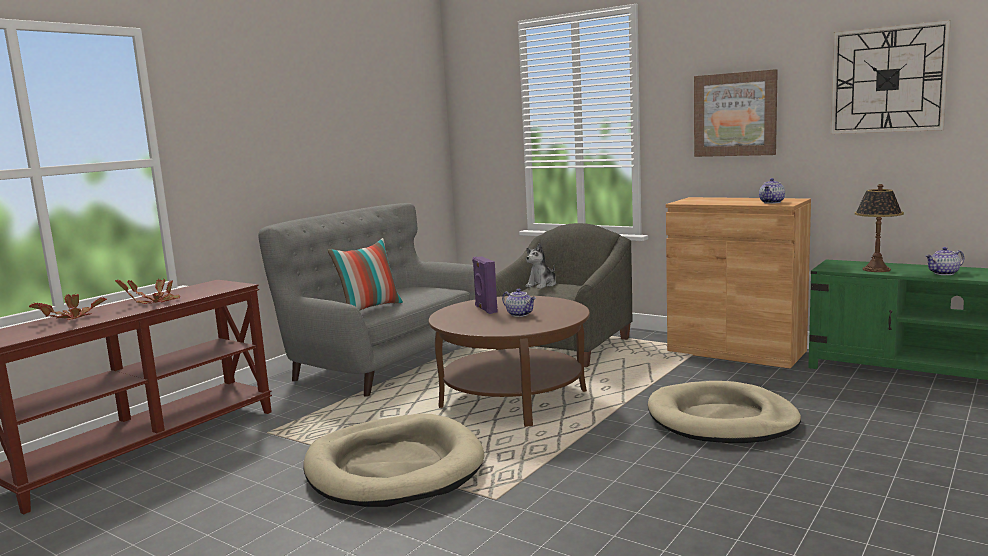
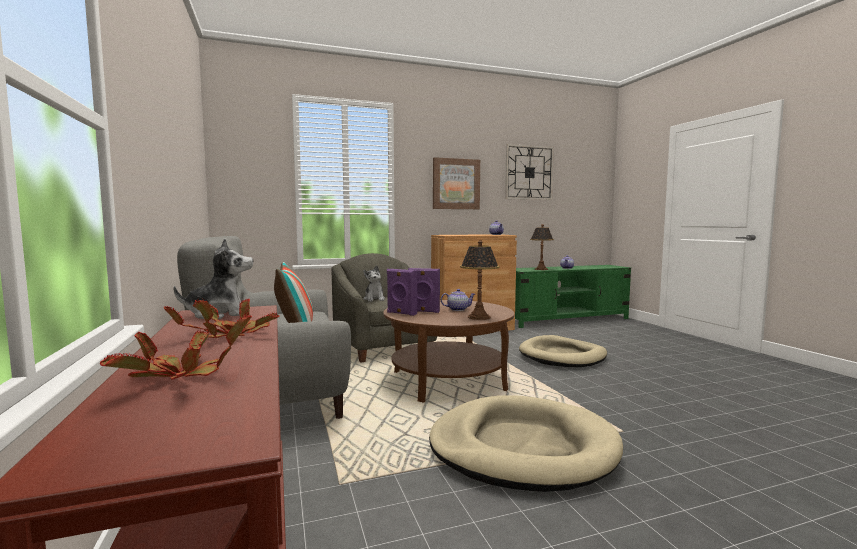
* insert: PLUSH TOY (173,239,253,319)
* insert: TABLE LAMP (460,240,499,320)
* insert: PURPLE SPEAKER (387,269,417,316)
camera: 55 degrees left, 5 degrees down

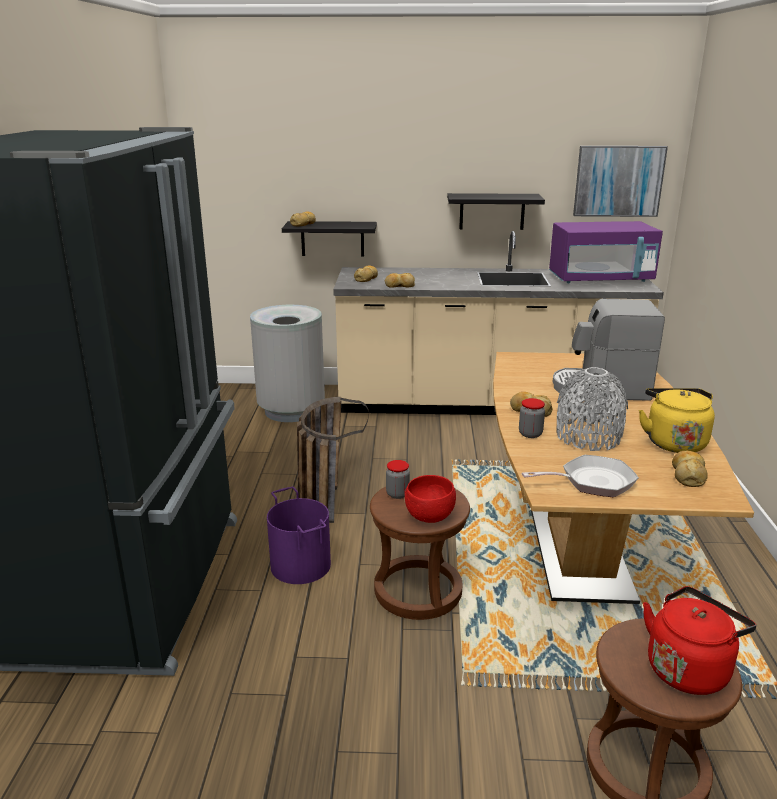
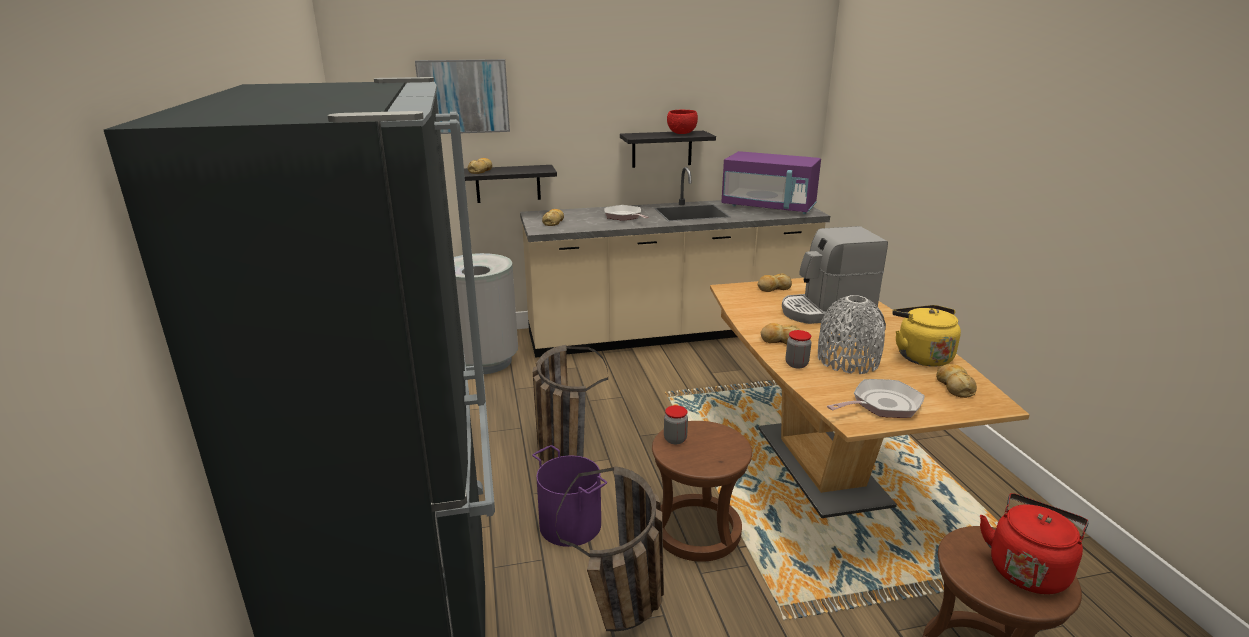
* move: PICTURE (573,146,668,217) to (415,59,510,134)
* rotate: PURPLE MICROWAVE (549,221,663,283) = (721,151,821,214) 45 degrees clockwise
* move: BREAD (385,273,415,288) to (758,273,792,292)
* move: RED BOWL (405,475,456,523) to (667,110,698,134)
* insert: FRYING PAN (604,205,649,221)
* insert: BASKET (556,466,664,632)
camera: 15 degrees left, 0 degrees up

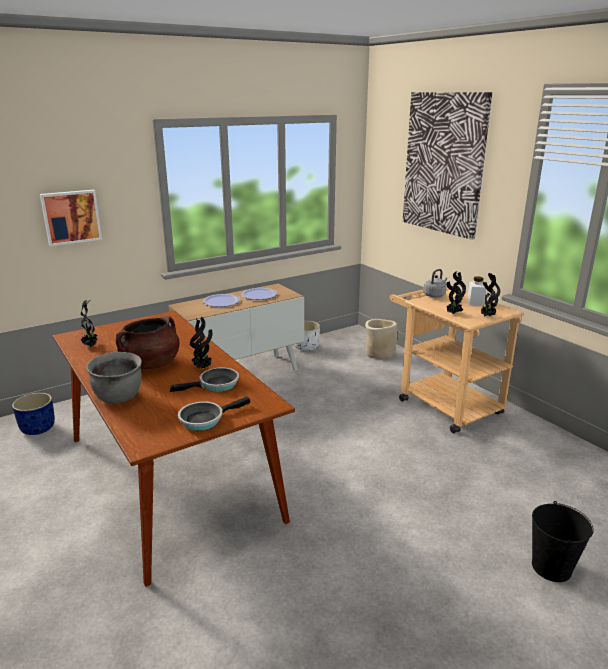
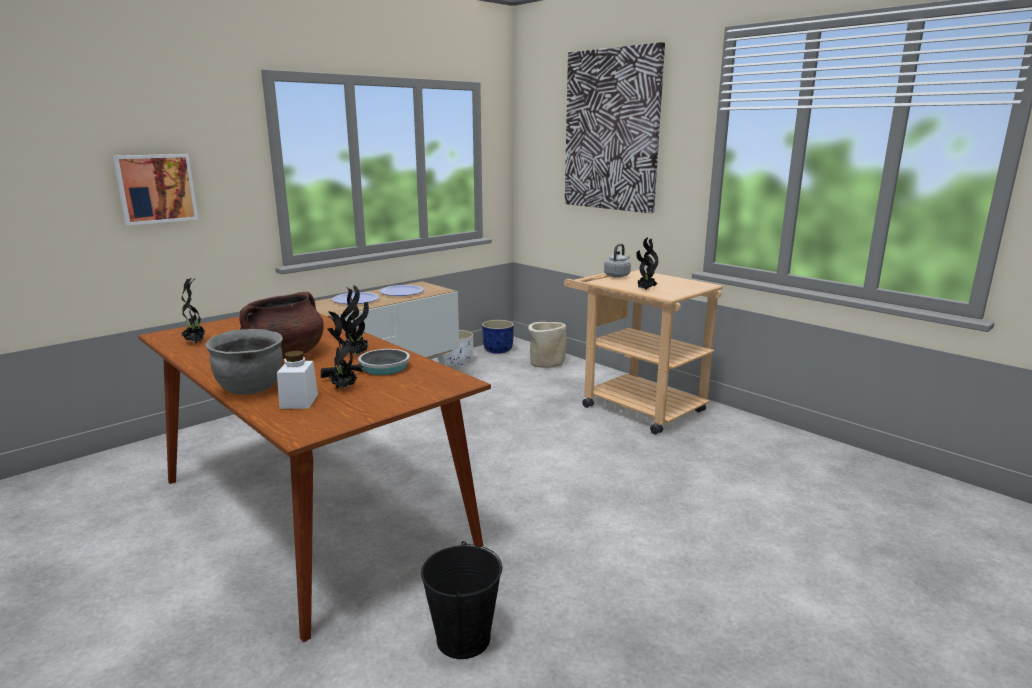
* move: POTTED PLANT (480,273,500,317) to (327,311,357,388)
* move: WHITE JAR (467,276,486,306) to (277,351,318,409)
* move: BLUE PLANTER (12,393,55,435) to (482,320,514,354)
* delete: FRYING PAN (178,397,250,431)
* move: BLACK BUCKET (532,501,594,582) to (421,541,502,659)
camera: 10 degrees left, 5 degrees down

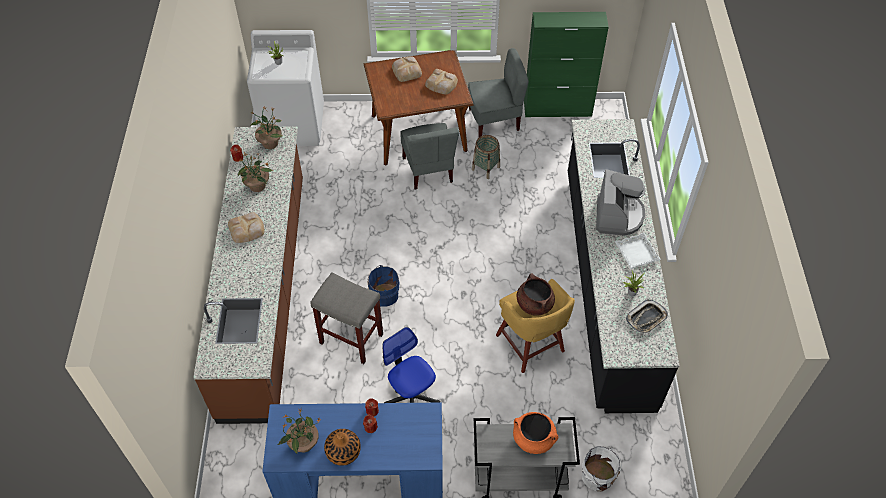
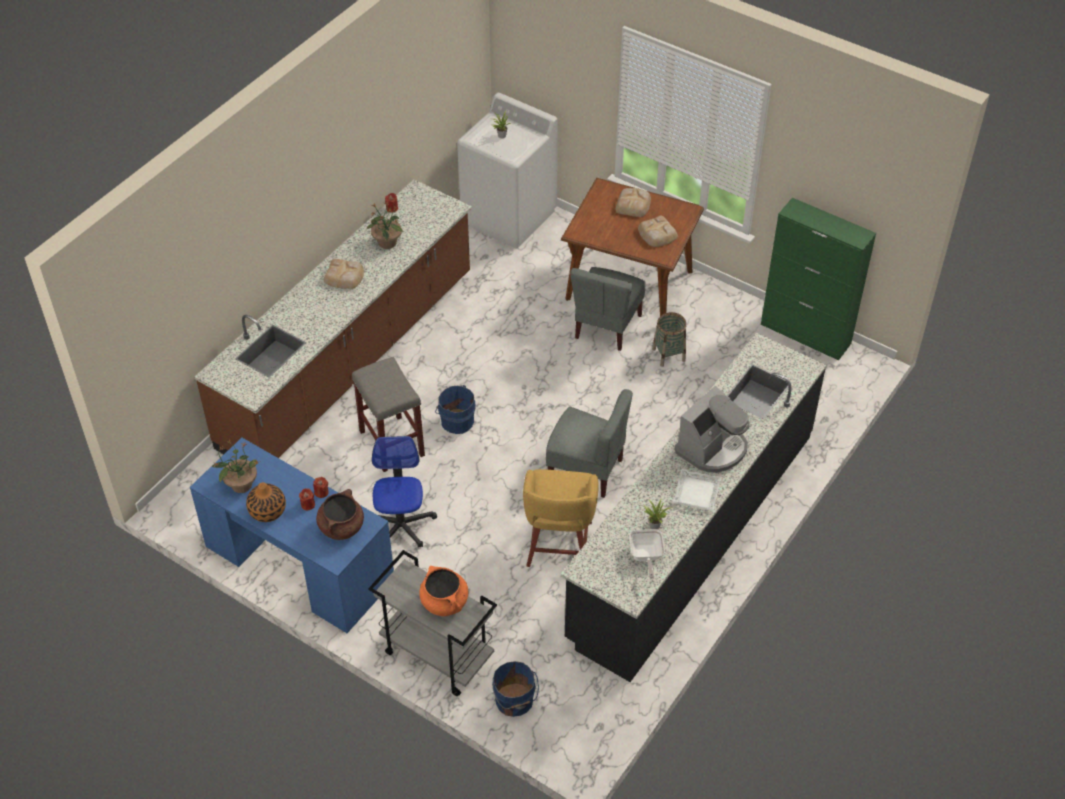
* move: GREY CHAIR (468,48,529,137) to (546,389,633,498)
* delete: POTTED PLANT (250,106,282,149)
* move: BROWN COOKING POT (517,273,555,316) to (316,489,364,540)
* replace: TRAY (626,299,668,334) to FRYING PAN (629,529,665,579)
* recolor: WHITE BUCKET (582,446,622,491) to BLUE BUCKET (492,661,539,717)
camera: 35 degrees right, 5 degrees down

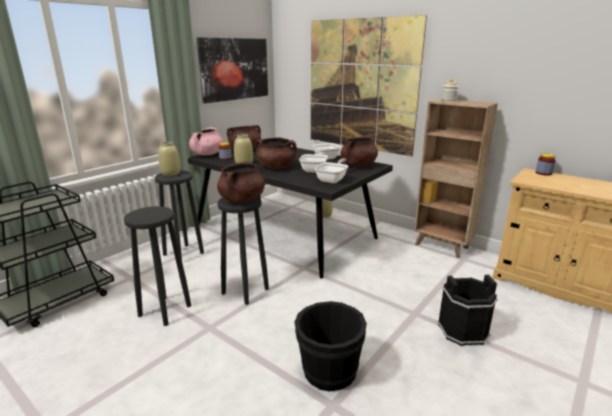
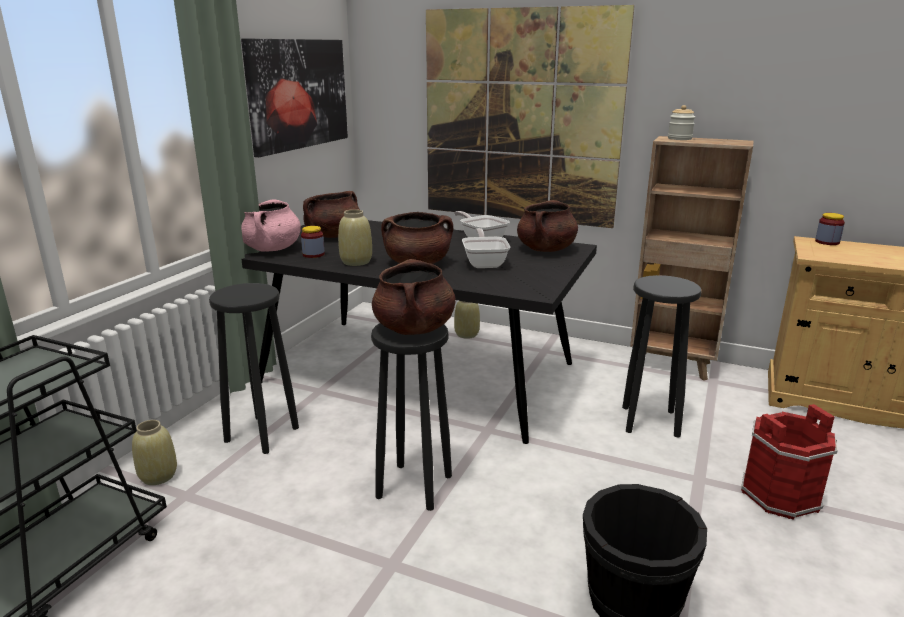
* move: BEIGE VASE (158,142,181,176) to (132,420,177,485)
* delete: FRYING PAN (314,158,348,183)
* move: BLACK STOOL (124,206,191,326) to (622,275,701,437)
* recolor: BLACK BUCKET (437,275,498,346) to RED BUCKET (741,404,838,520)
camera: 15 degrees left, 0 degrees up

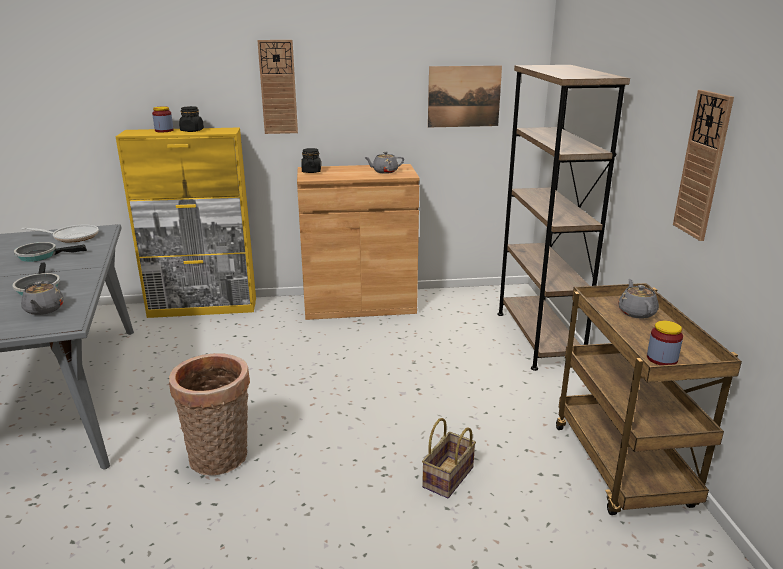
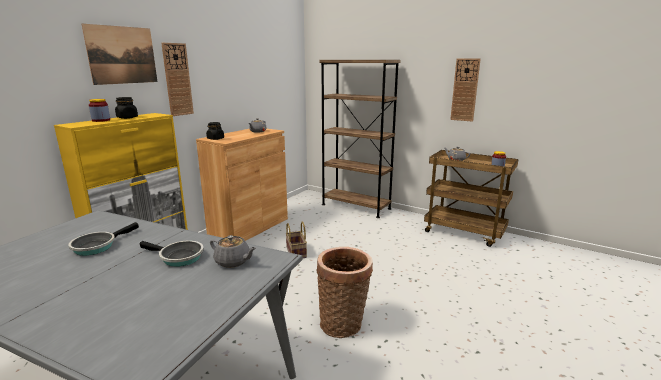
* move: PICTURE (428,66,502,128) to (82,24,158,85)
* delete: FRYING PAN (21,225,99,243)
* move: BASKET (422,418,476,498) to (286,222,307,258)
camera: 50 degrees left, 5 degrees down

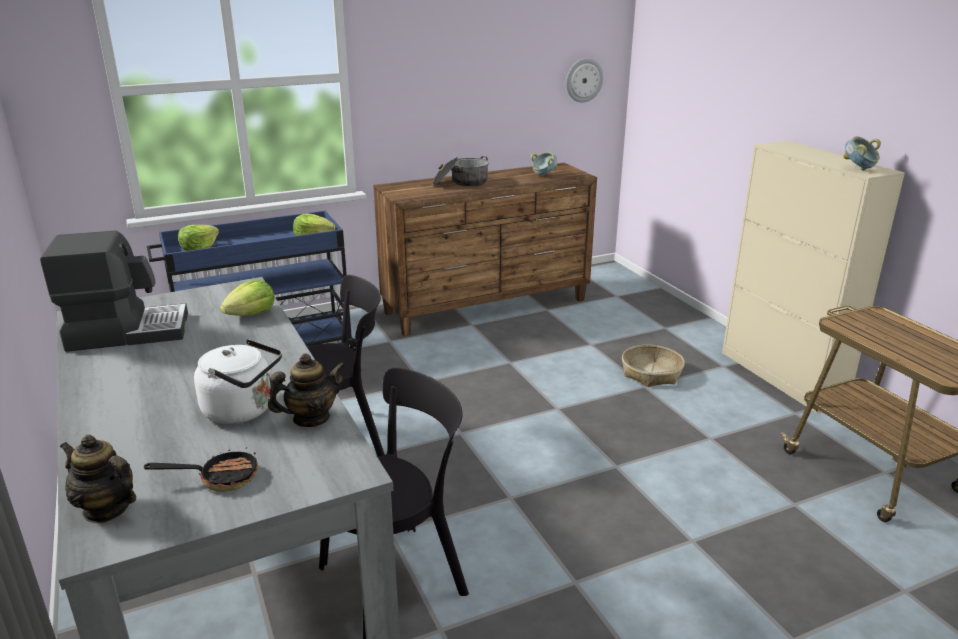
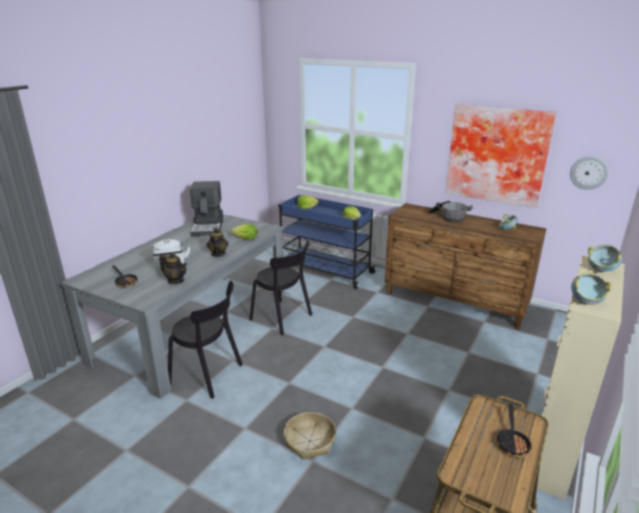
* rotate: COFFEE MACHINE (40,230,188,352) = (190,181,223,237) 45 degrees clockwise
* move: BASKET (622,345,685,387) to (284,412,336,460)
* move: TEAPOT (60,435,136,523) to (206,227,229,257)
* insert: PICTURE (445,104,556,208)
* insert: BOWL (588,245,622,272)
* insert: FRYING PAN (496,404,532,458)
camera: 55 degrees right, 0 degrees up

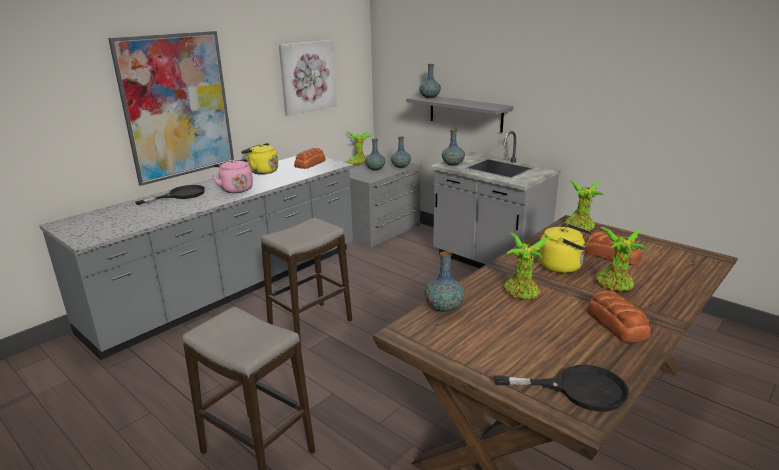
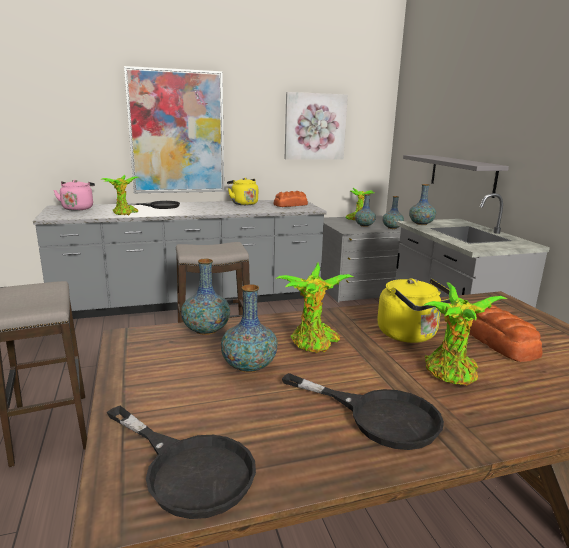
* move: VASE (419,64,441,98) to (221,284,278,373)
* move: PINK KETTLE (212,159,253,193) to (53,180,95,211)
* move: POTTED PLANT (564,180,604,230) to (100,175,139,215)
* replace: BREAD (587,290,651,343) to BLACK FRYING PAN (282,373,444,450)
camera: 30 degrees right, 5 degrees down

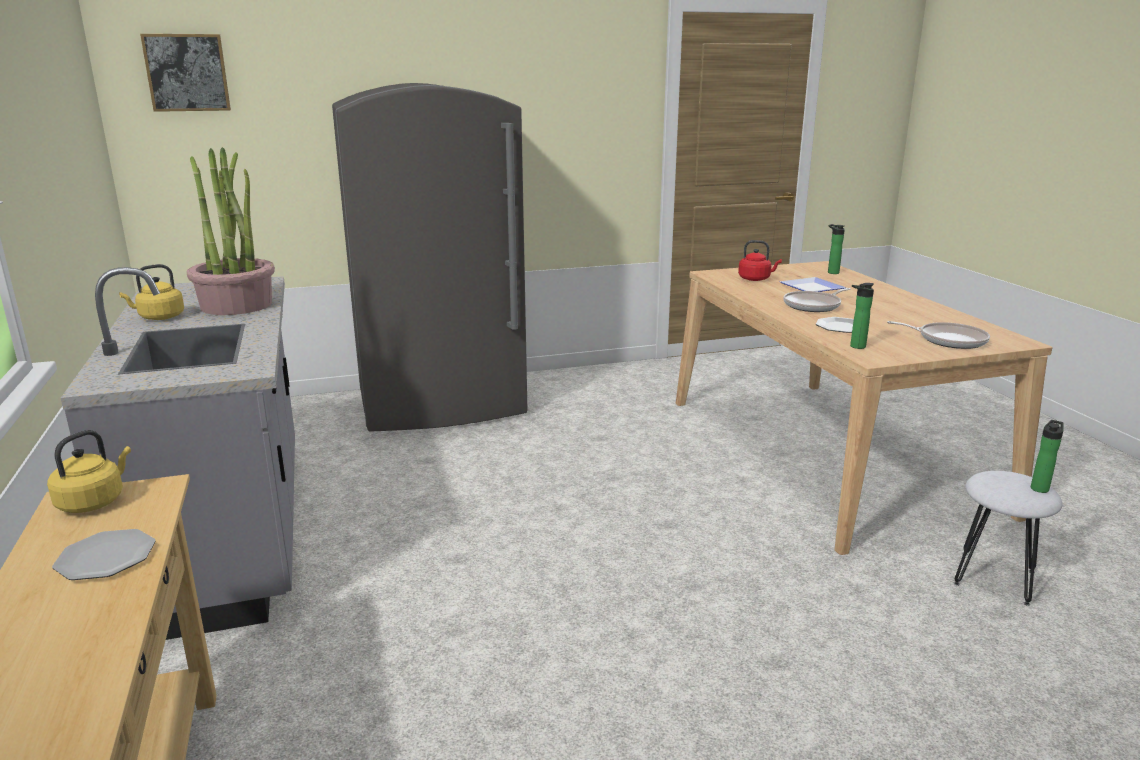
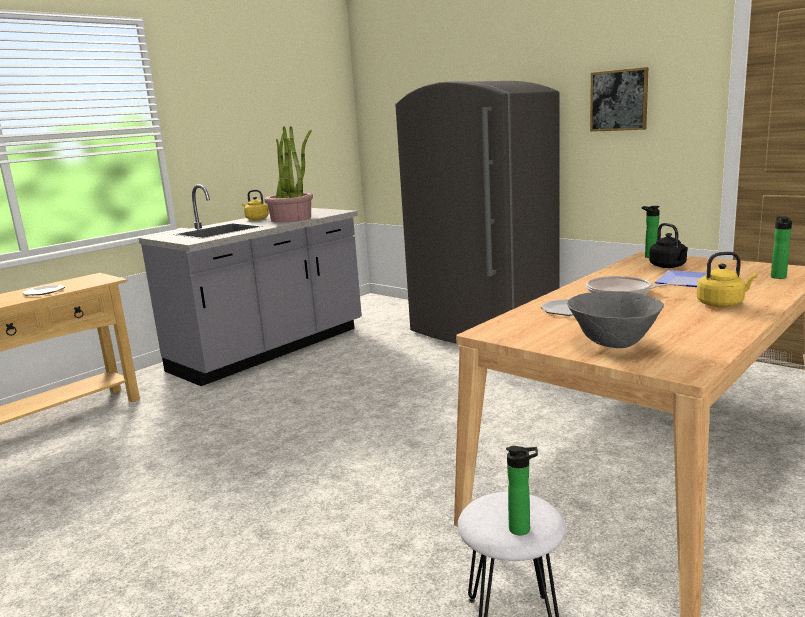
* move: PICTURE (140,34,231,112) to (590,67,648,132)
* recolor: RED KETTLE (738,240,782,281) to BLACK KETTLE (649,223,688,268)
* move: BOTTLE (850,283,874,349) to (641,206,660,258)
* replace: FRYING PAN (887,321,990,349) to GREY BOWL (567,291,664,348)
* move: YELLOW KETTLE (47,430,131,513) to (697,252,758,307)
camera: 60 degrees right, 5 degrees down

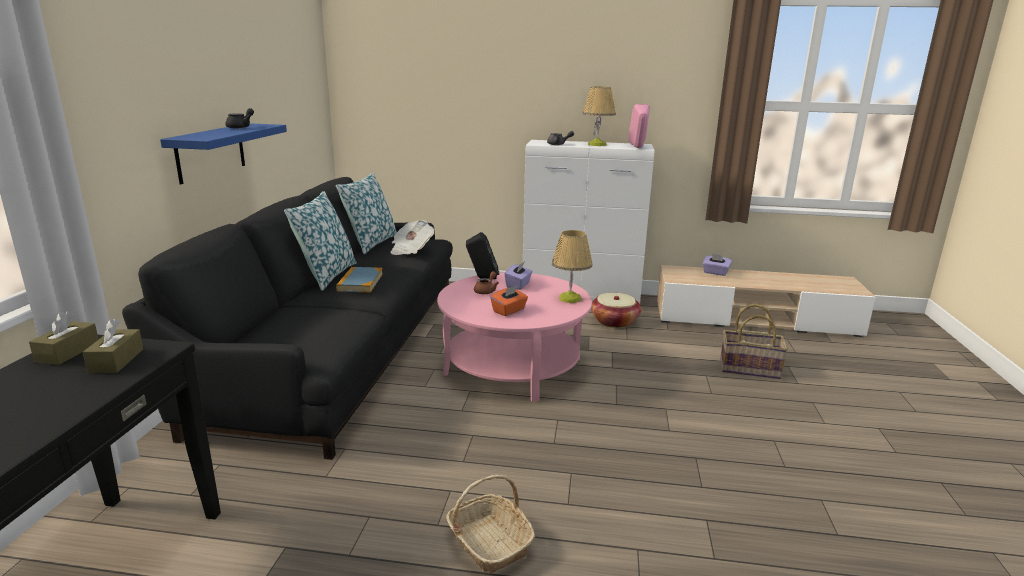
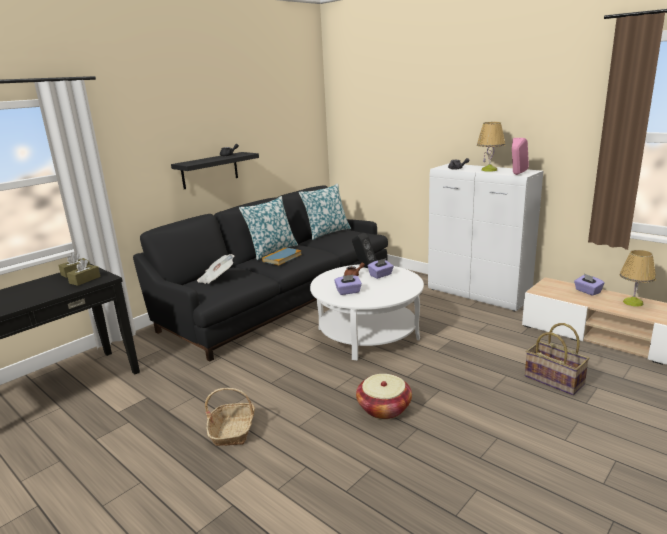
* recolor: BLUE SHELF (160,123,287,184) to BLACK SHELF (171,152,259,189)
* move: NEWSPAPER (391,220,434,255) to (197,254,234,284)
* move: TABLE LAMP (552,230,593,303) to (620,250,656,307)
* recolor: PINK COFFEE TABLE (437,273,592,402) to WHITE COFFEE TABLE (310,264,424,360)
* recolor: ORANGE TISSUE BOX (490,286,528,316) to PURPLE TISSUE BOX (334,275,362,295)
* move: BASKET (591,293,641,328) to (356,374,412,419)
camera: 35 degrees right, 0 degrees up

